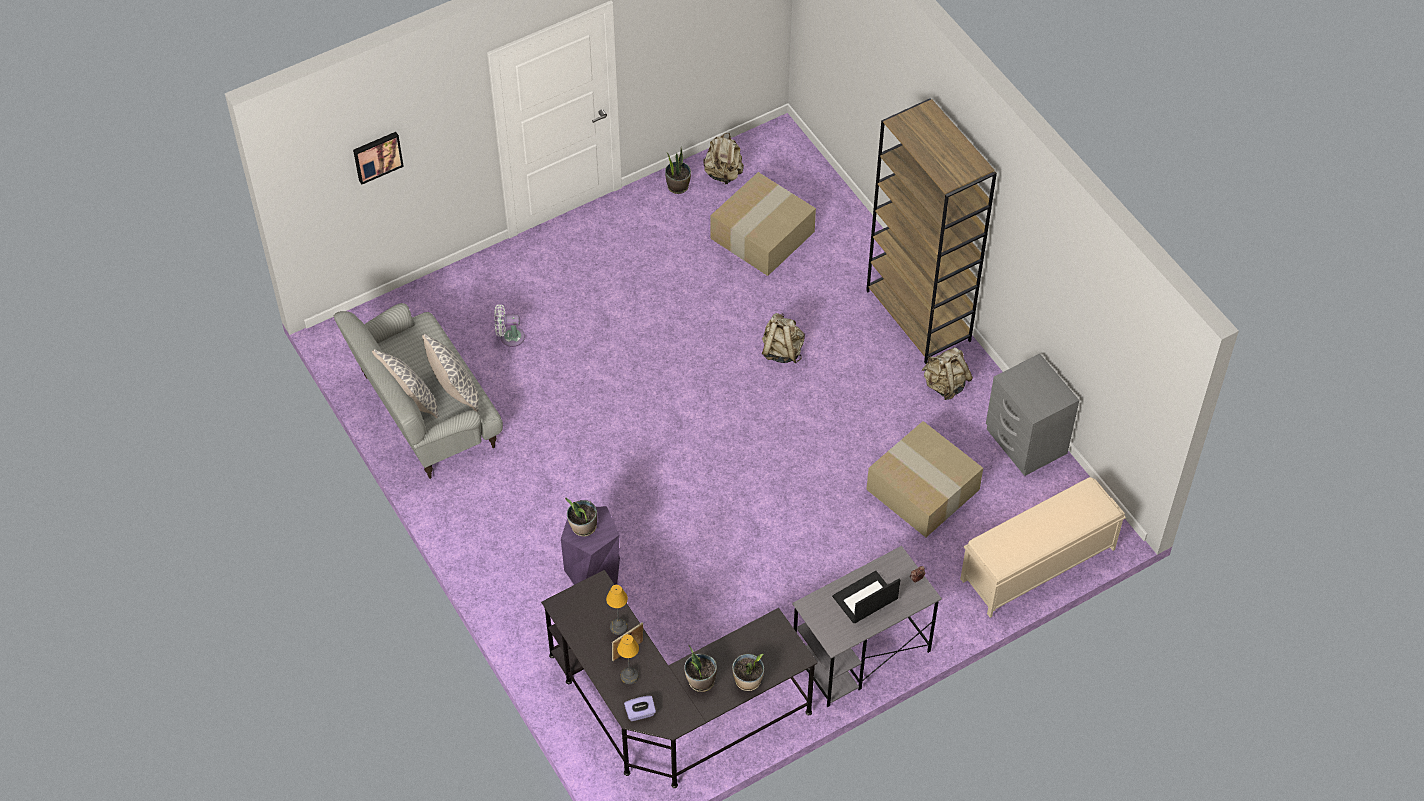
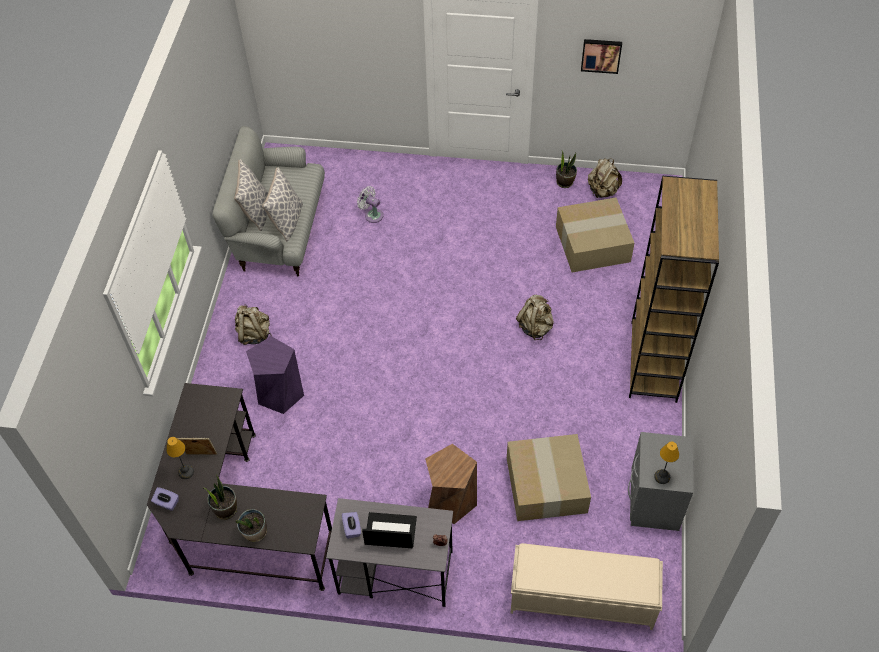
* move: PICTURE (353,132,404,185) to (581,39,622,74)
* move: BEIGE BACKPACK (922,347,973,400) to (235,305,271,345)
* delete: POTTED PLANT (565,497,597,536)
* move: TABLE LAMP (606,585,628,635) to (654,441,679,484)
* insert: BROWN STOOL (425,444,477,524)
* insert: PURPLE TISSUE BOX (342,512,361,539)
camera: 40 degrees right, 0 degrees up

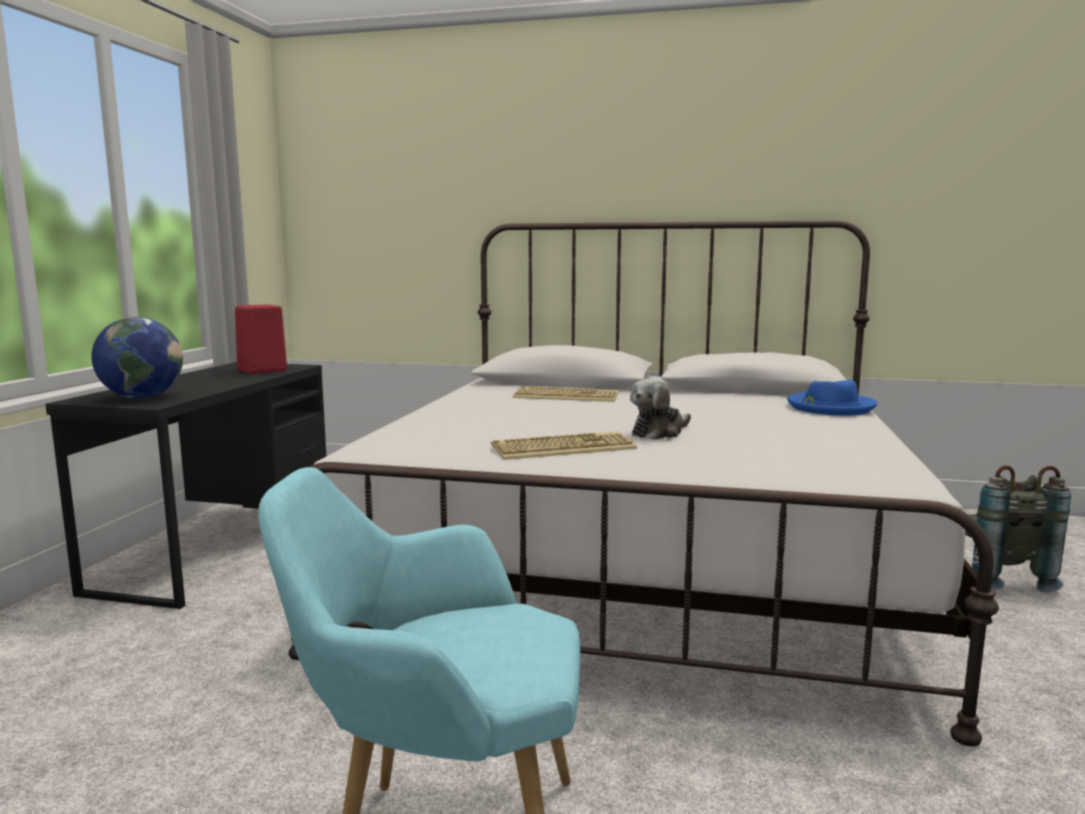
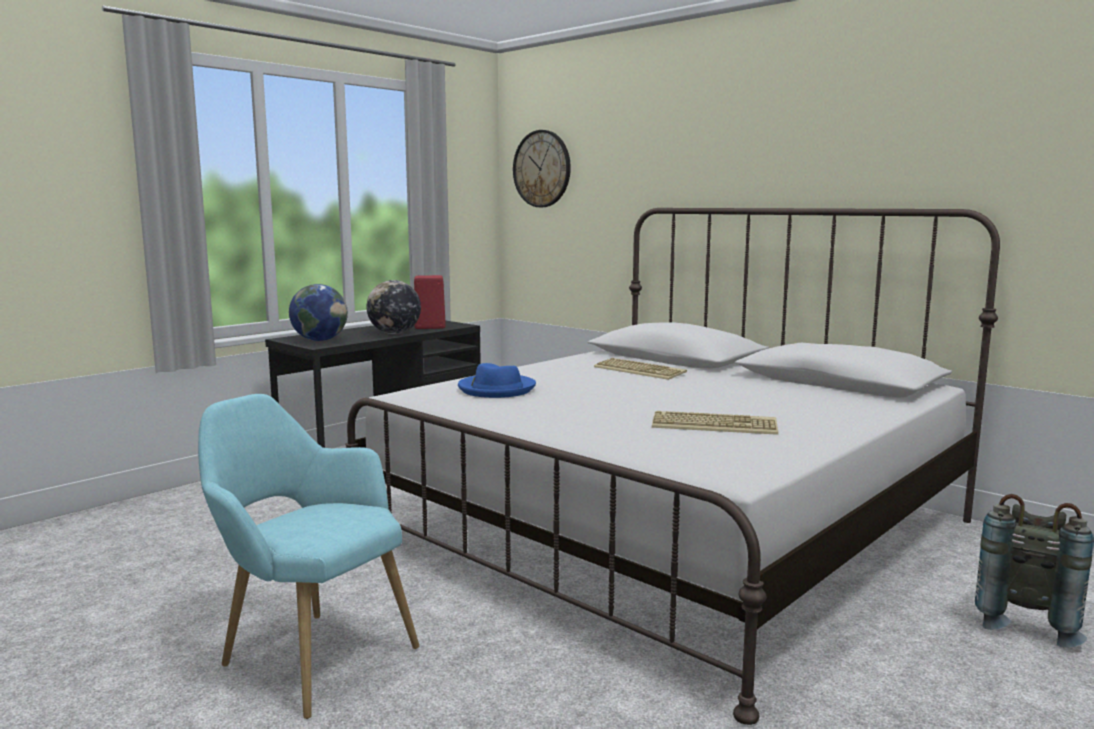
* delete: PLUSH TOY (630,379,691,440)
* move: BLUE HAT (787,380,877,416) to (458,363,536,398)
* move: KEYBOARD (491,431,637,460) to (652,411,778,435)
* insert: WALL CLOCK (513,130,571,207)
* insert: GLOBE (367,280,421,334)
camera: 30 degrees right, 0 degrees up

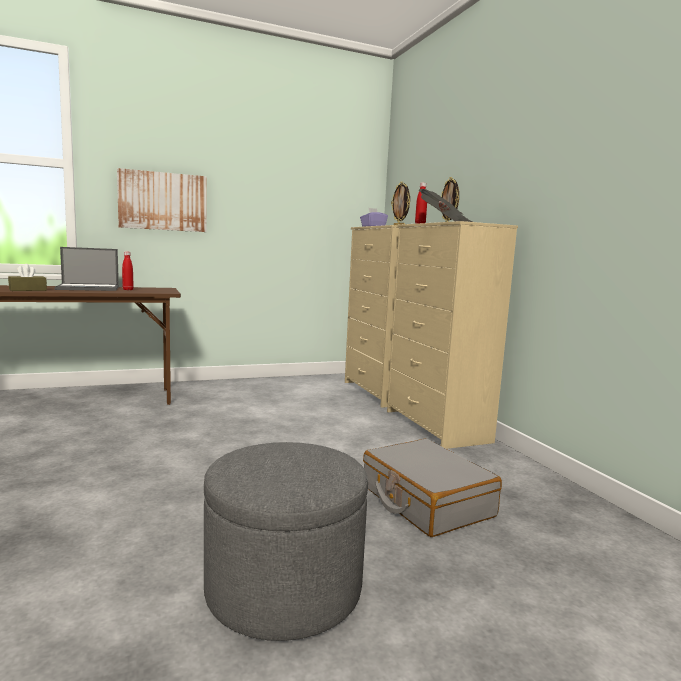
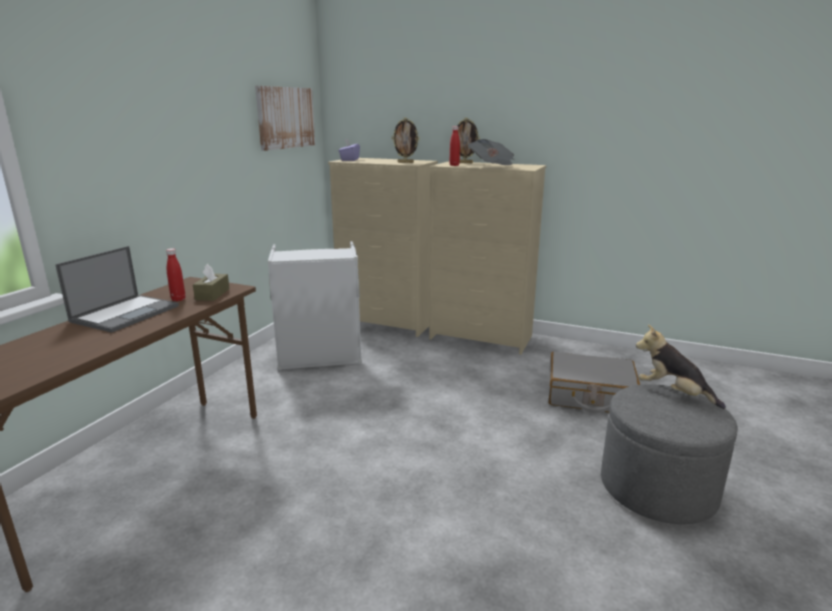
* move: PICTURE (117,168,206,232) to (255,86,315,151)
* move: BROWN TISSUE BOX (8,264,47,291) to (193,264,230,301)
* insert: GREY LAUNDRY BASKET (267,241,362,370)
* insert: PLUSH TOY (636,325,726,409)
camera: 45 degrees left, 10 degrees up

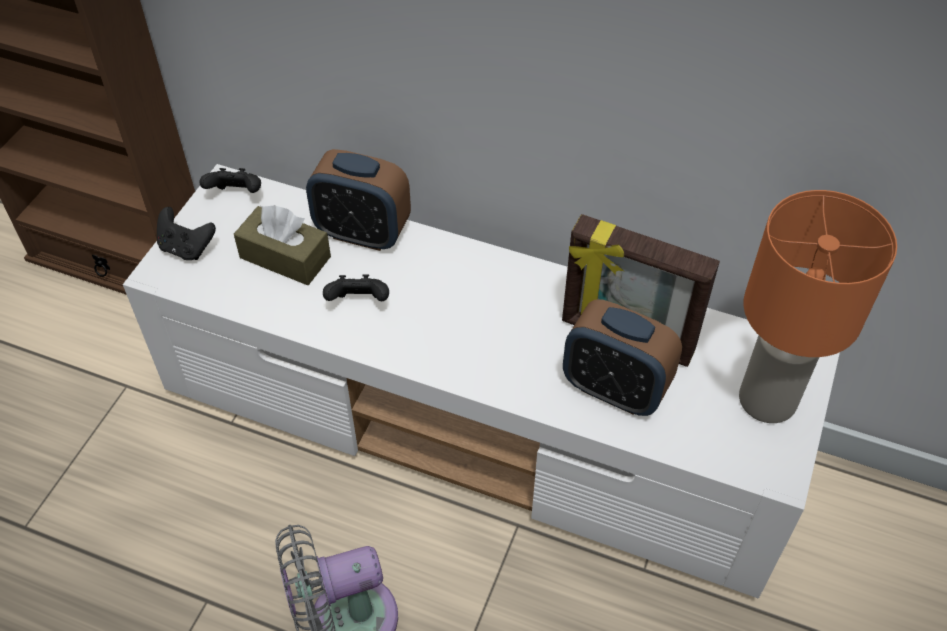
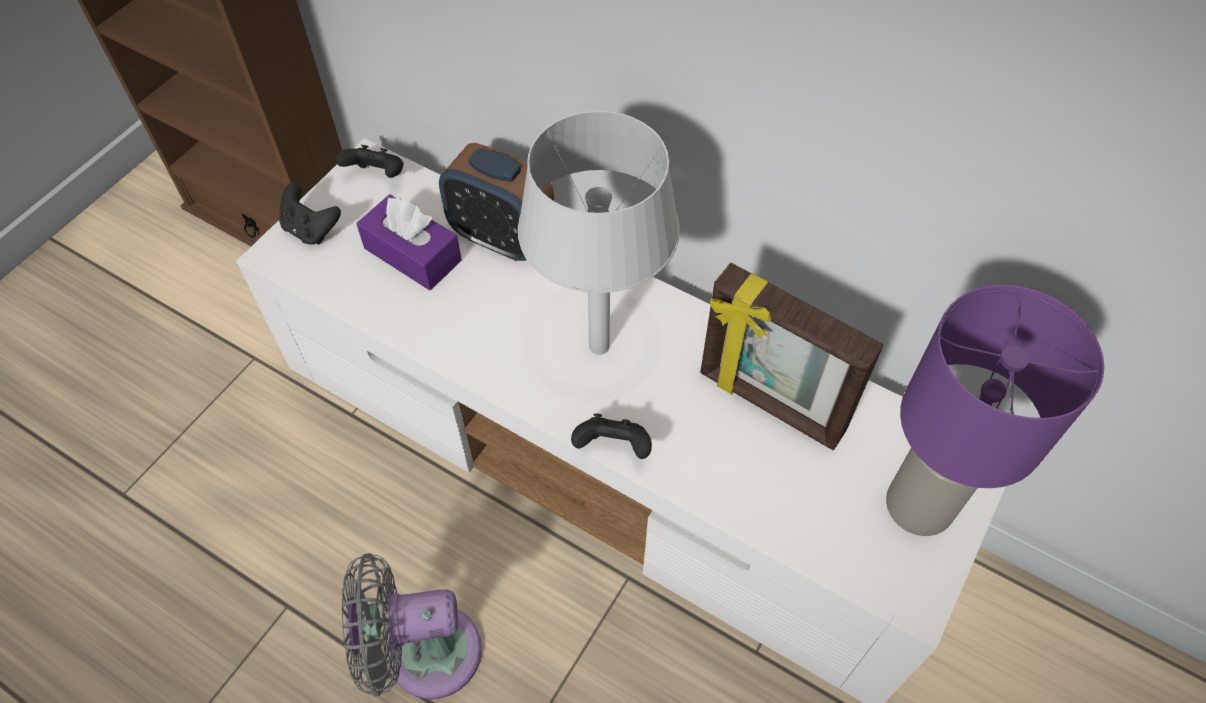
* recolor: ORANGE TABLE LAMP (739,190,897,423) to PURPLE TABLE LAMP (886,285,1104,536)
* recolor: BROWN TISSUE BOX (234,205,331,285) to PURPLE TISSUE BOX (356,194,462,290)
* move: BLACK GAME CONTROLLER (323,275,389,301) to (571,413,652,459)
* delete: ALARM CLOCK (563,299,682,416)
* insert: GREY TABLE LAMP (518,111,680,355)
camera: 10 degrees right, 5 degrees up

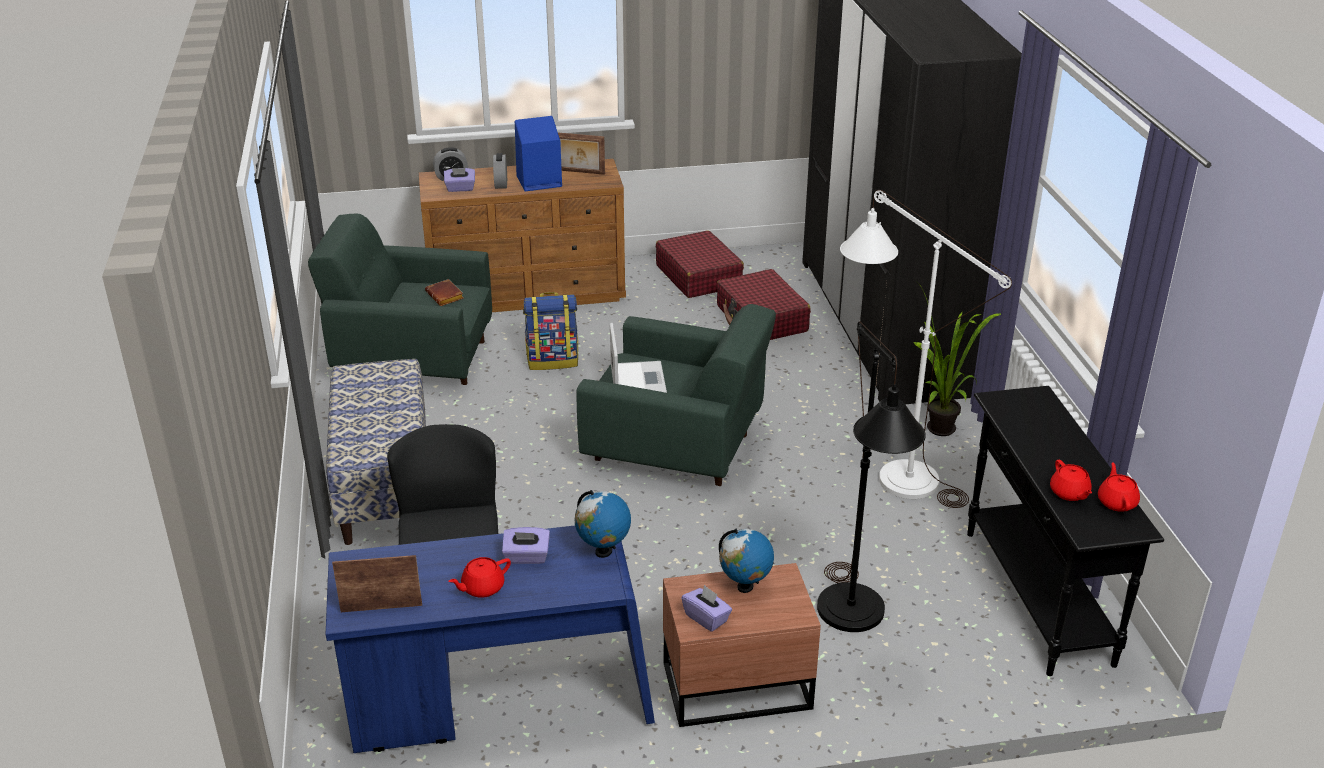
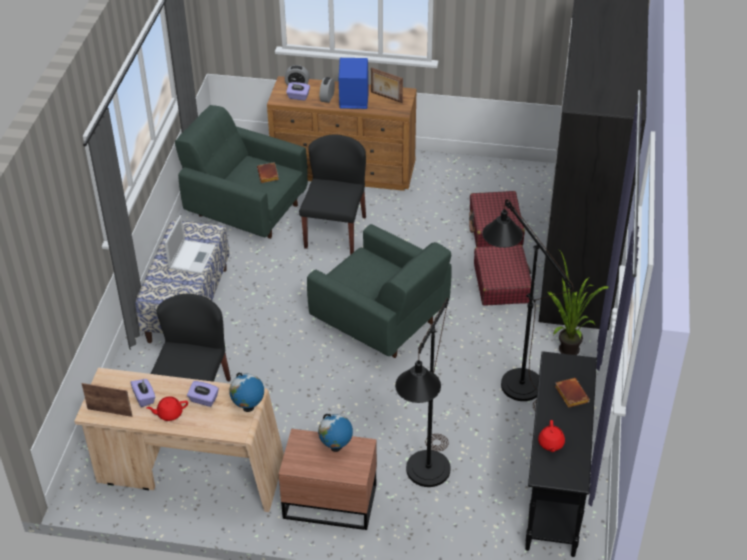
* recolor: WHITE FLOOR LAMP (840,190,1012,508) to BLACK FLOOR LAMP (482,199,574,412)
* move: RED SUITCASE (656,230,744,298) to (474,245,531,306)
* replace: BACKPACK (523,292,578,370) to BLACK CHAIR (299,134,366,254)
* move: LAPTOP (610,323,667,393) to (165,215,216,274)
* delete: RED TEAPOT (1098,462,1140,512)
* recolor: BLUE DESK (326,526,655,753) to BEIGE DESK (74,368,284,512)
* move: PURPLE TISSUE BOX (681,585,732,632) to (130,379,155,407)
* insert: BROWN BOOK (555,378,590,408)
camera: 20 degrees right, 10 degrees up

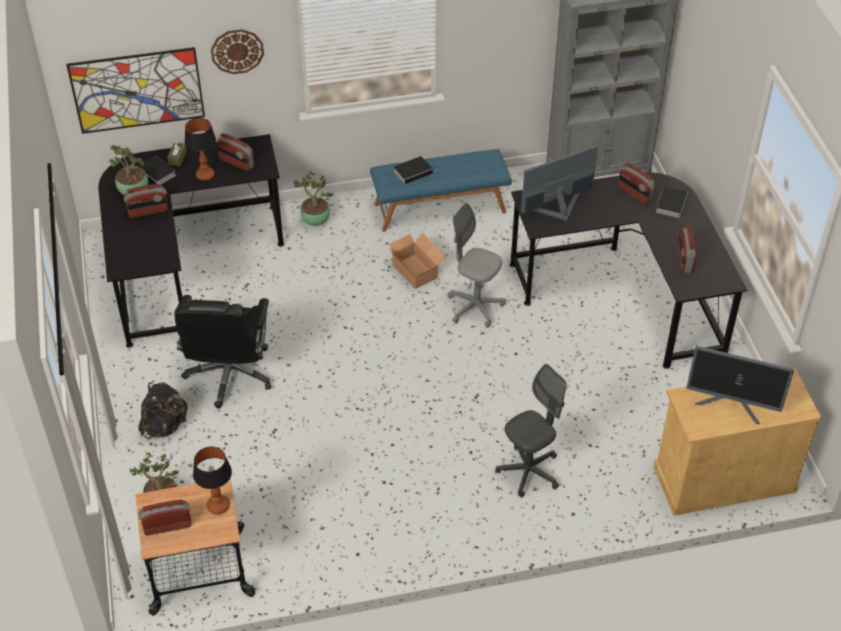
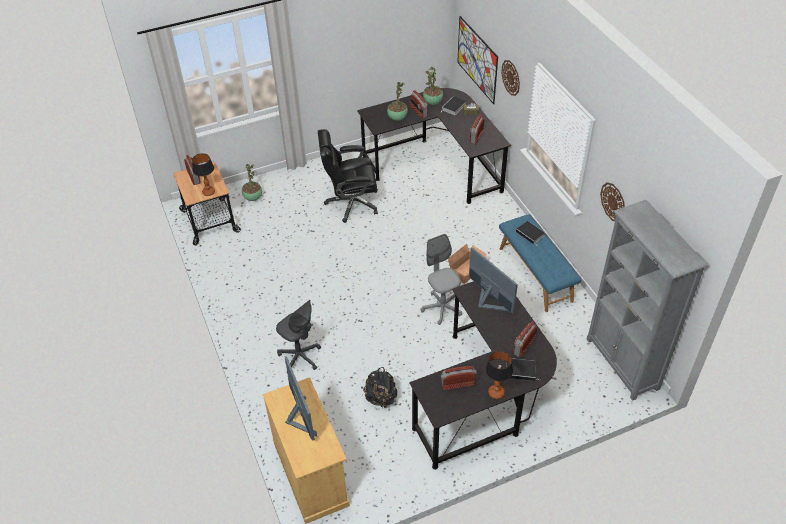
* move: TABLE LAMP (184,118,216,181) to (485,351,513,399)
* move: POTTED PLANT (294,171,333,226) to (387,82,408,121)
* rotate: GREY OFFICE CHAIR (447,203,506,328) = (420,234,462,325) 45 degrees counterclockwise
* rotate: MONITOR (686,346,794,425) = (285,356,317,441) 150 degrees clockwise
* move: BLACK BACKPACK (138,382,188,439) to (363,367,397,408)
* insert: WALL CLOCK (600,182,625,222)
camera: 80 degrees right, 0 degrees up

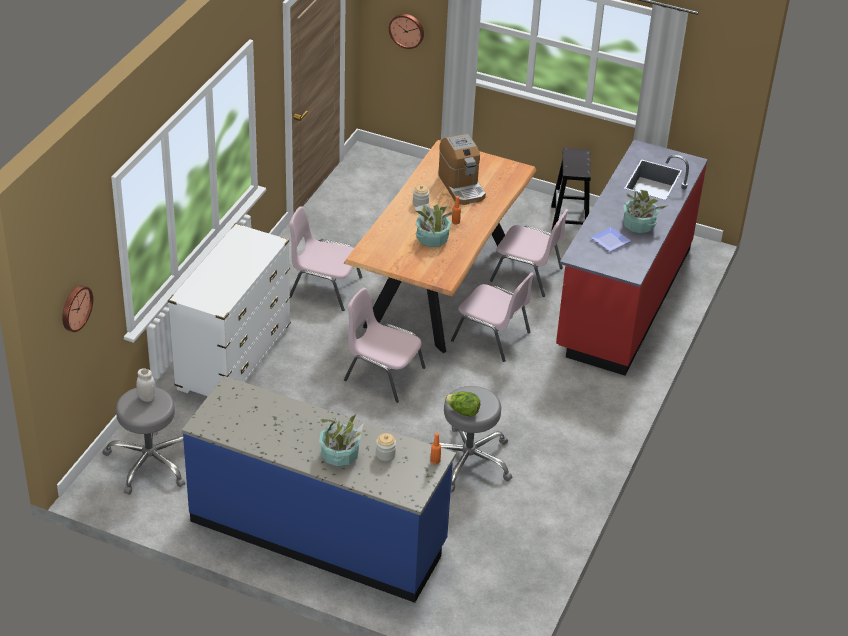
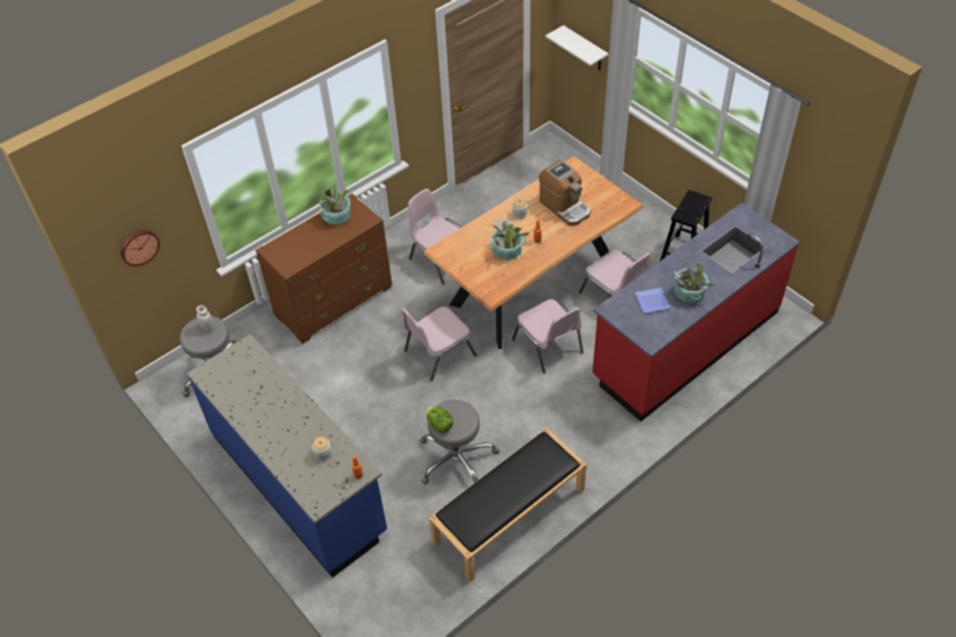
* replace: WALL CLOCK (389,14,424,49) to WHITE SHELF (545,25,609,70)
* rotate: COFFEE MACHINE (438,133,486,205) = (539,160,591,226) 45 degrees counterclockwise
* recolor: WHITE DRESSER (168,223,291,396) to BROWN DRESSER (256,193,393,344)
* rotate: PINK CHAIR (344,288,425,403) = (401,307,477,381) 90 degrees counterclockwise
* move: POTTED PLANT (318,414,364,466) to (320,184,351,225)
* insert: BLACK BENCH (429,428,587,582)
camera: 30 degrees right, 10 degrees up

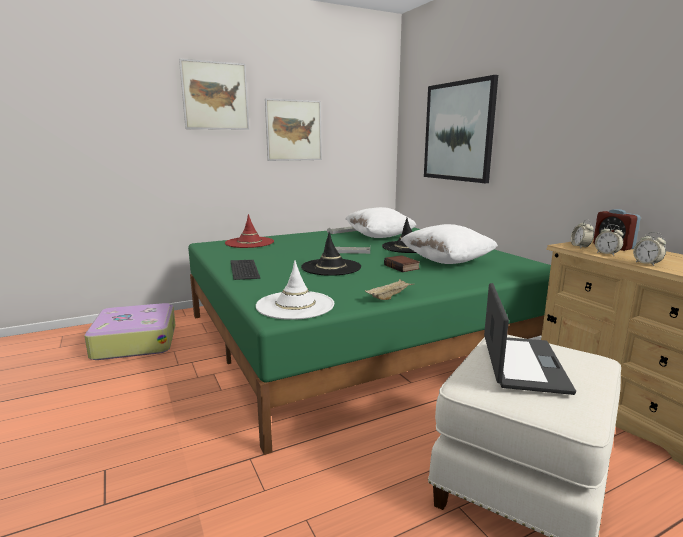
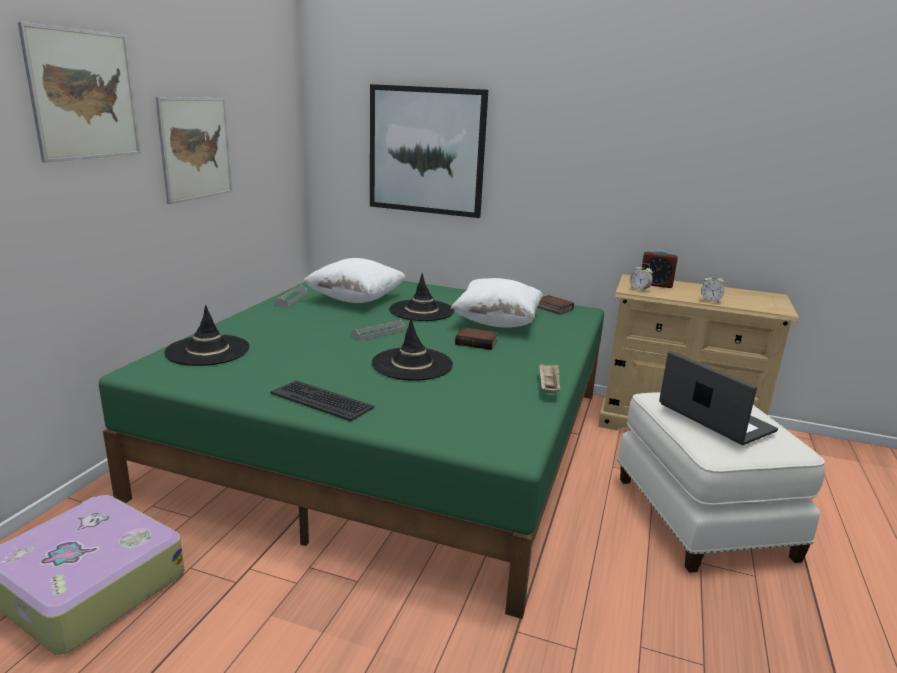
* recolor: RED HAT (225,214,274,248) to BLACK HAT (164,305,249,366)
* delete: ALARM CLOCK (595,224,624,256)
* delete: WHITE HAT (256,260,334,320)
* insert: BOOK (537,295,574,315)
camera: 45 degrees left, 5 degrees up

